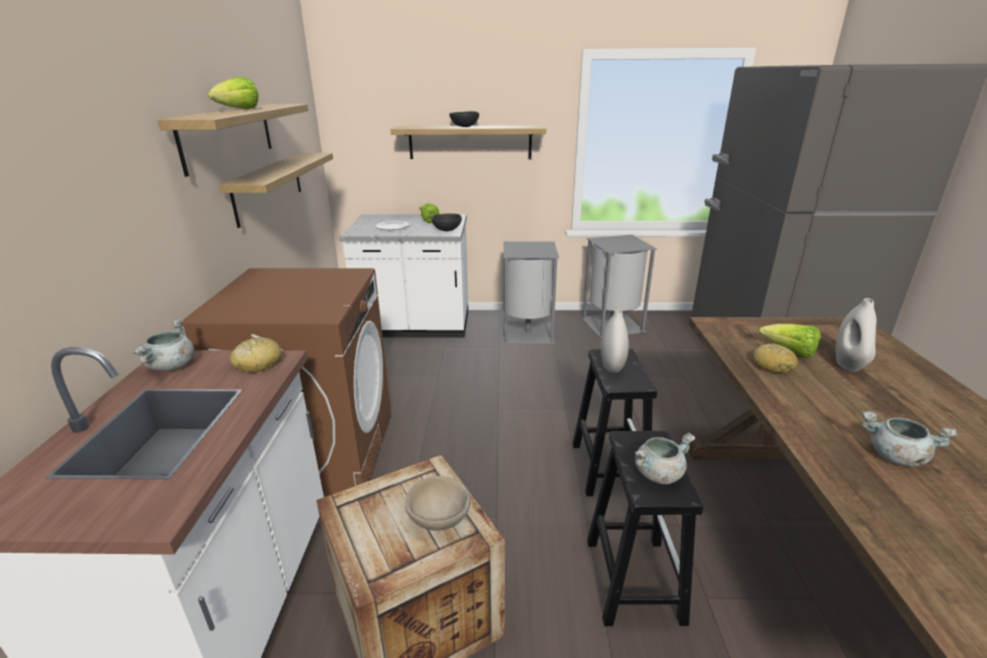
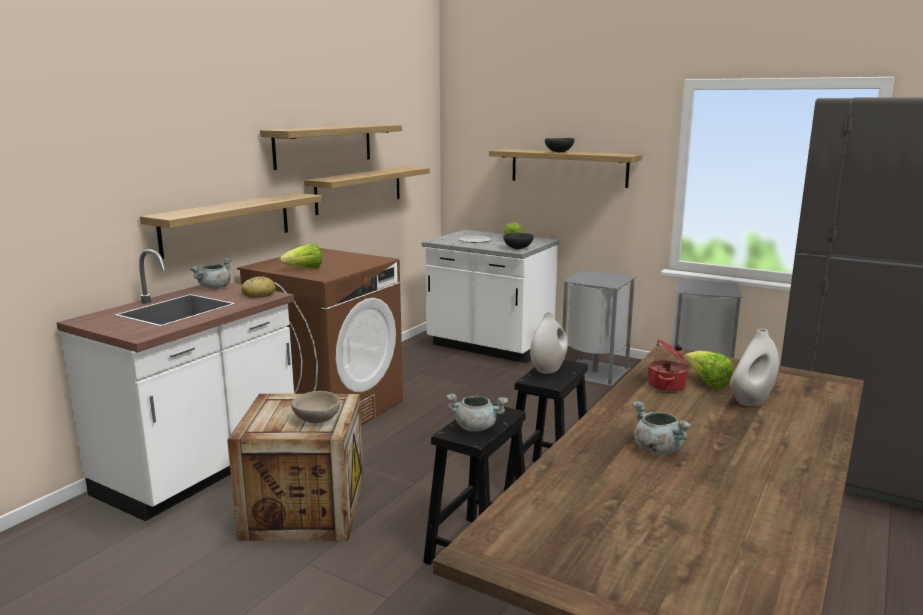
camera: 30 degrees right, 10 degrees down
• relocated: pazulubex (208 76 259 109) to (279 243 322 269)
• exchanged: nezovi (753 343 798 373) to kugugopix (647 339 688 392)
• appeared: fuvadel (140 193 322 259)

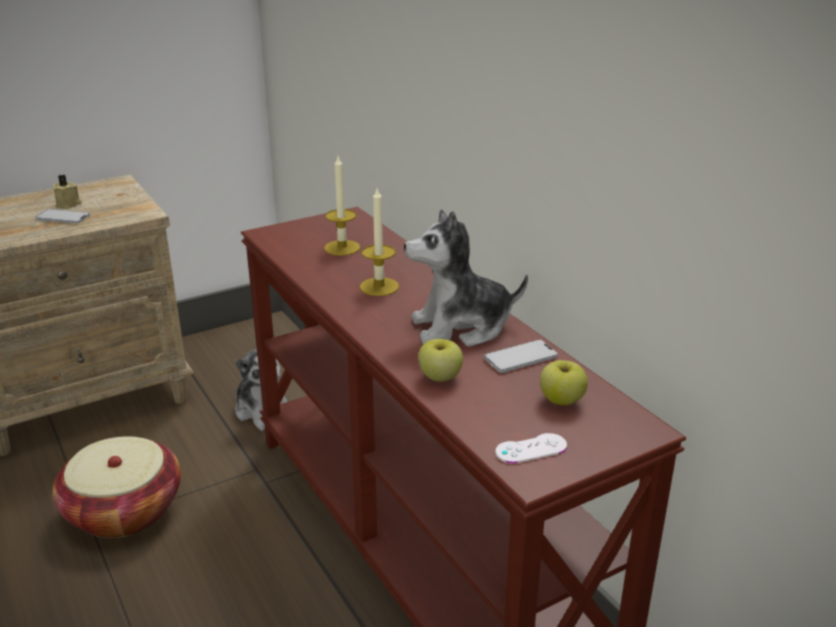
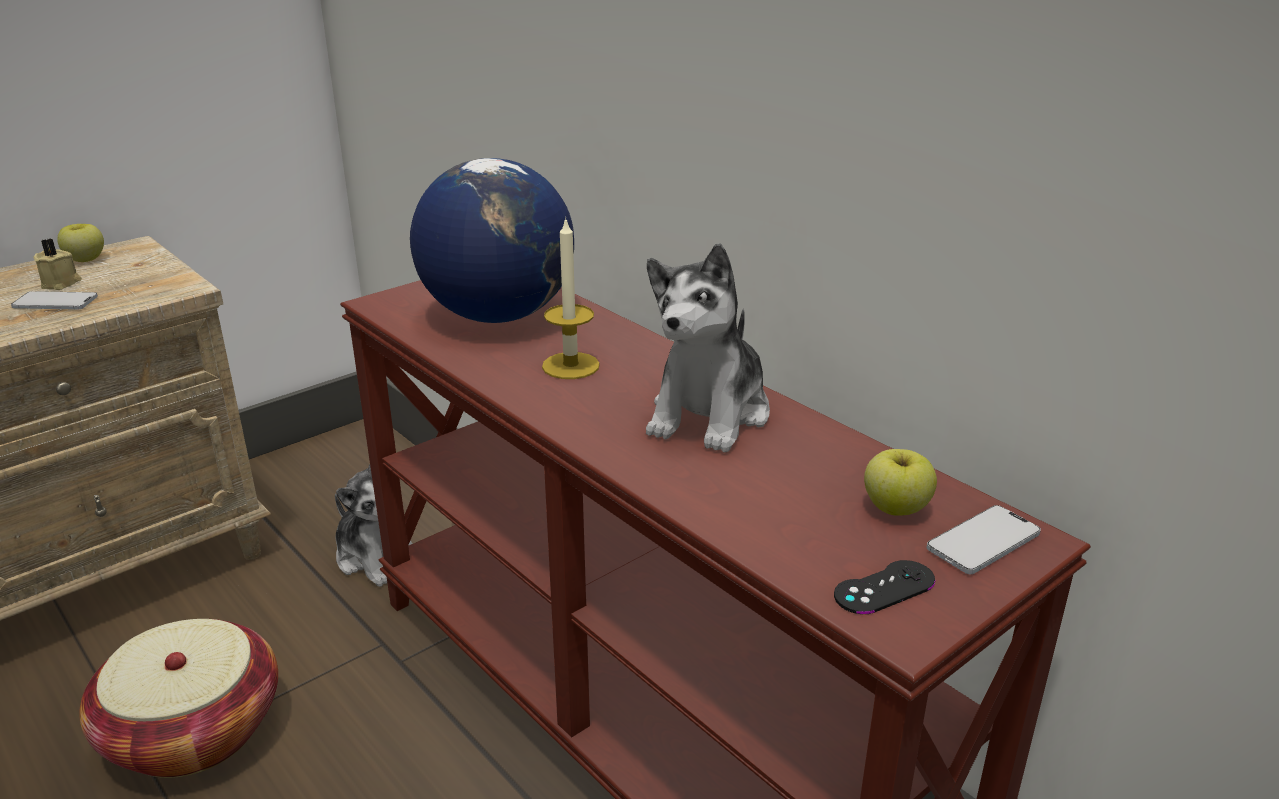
camera: 10 degrees left, 0 degrees up
• exchanged: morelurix (324 156 360 256) to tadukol (410 158 574 323)
• spun: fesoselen (404 209 528 347) = (646 243 770 453) 45 degrees counterclockwise
• relocated: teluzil (418 339 463 382) to (57 224 104 262)
• relocated: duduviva (484 340 558 373) to (926 505 1041 574)
• colour: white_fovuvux (496 433 567 464) to black_fovuvux (834 560 935 614)

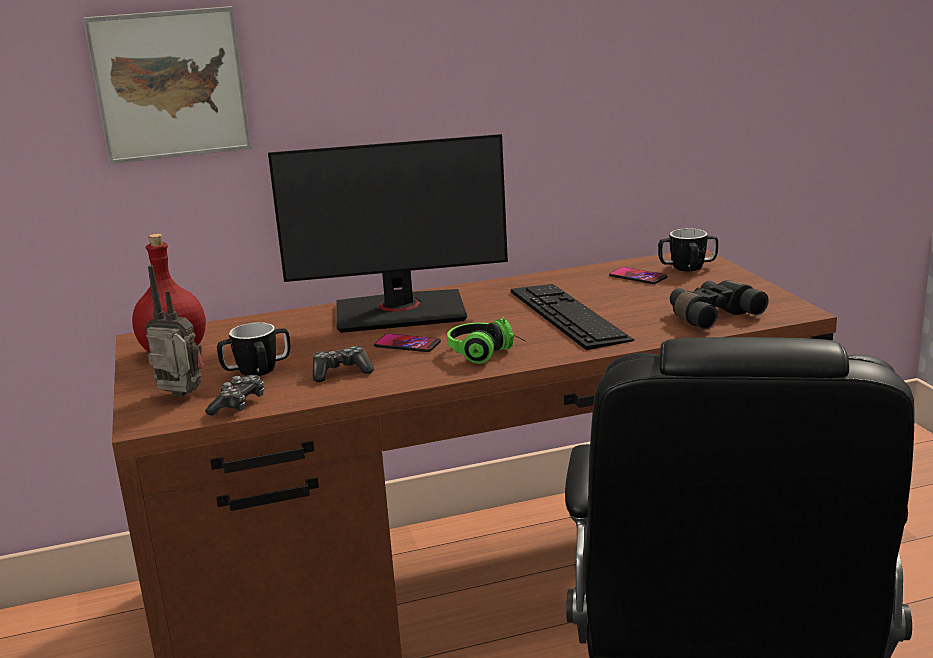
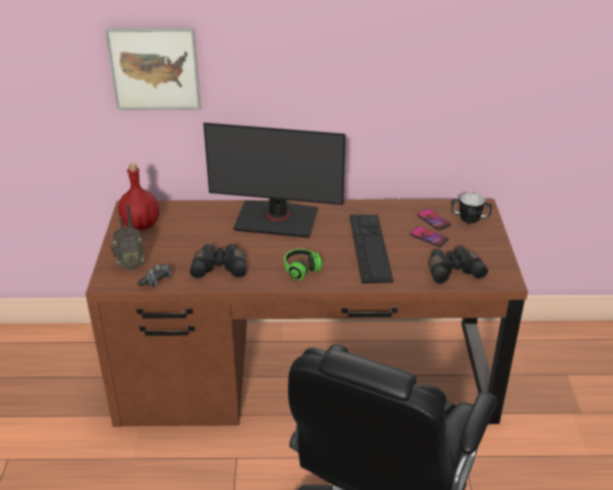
camera: 15 degrees right, 15 degrees up
• spun: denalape (145 265 204 397) = (110 204 145 270) 135 degrees clockwise
• missing: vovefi (217 322 291 376)
• relocated: duduviva (374 334 441 352) to (410 226 449 247)
• exchanged: fovuvux (313 346 374 382) to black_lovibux (190 244 247 278)

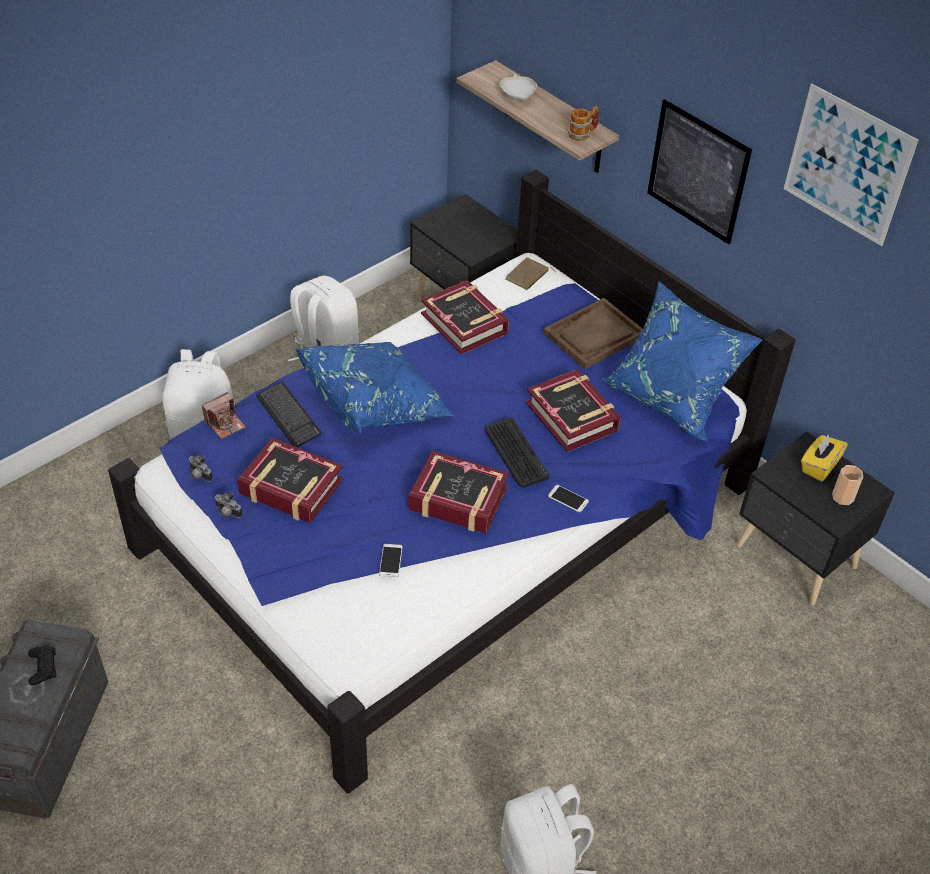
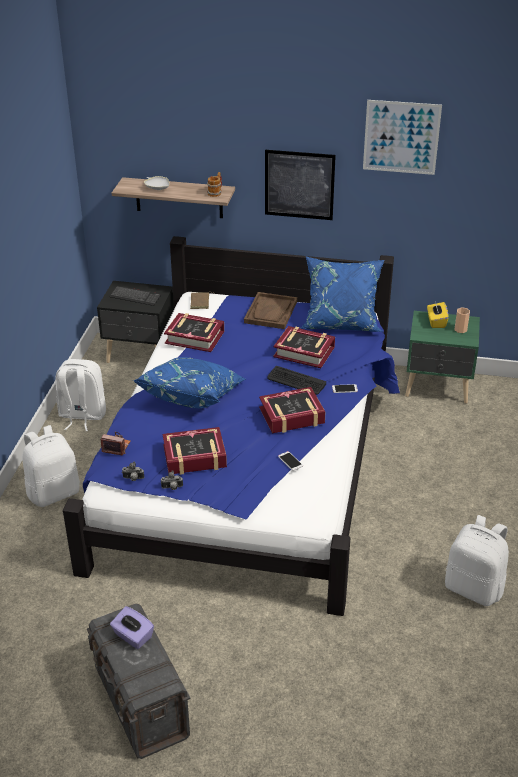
camera: 35 degrees left, 10 degrees down
• relocated: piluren (256 382 322 447) to (109 286 161 306)
• spun: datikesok (202 392 246 439) = (101 431 130 455) 90 degrees counterclockwise
• colour: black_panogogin (736 432 895 605) to green_panogogin (405 311 480 403)
• exchanged: black_fovuvux (28 645 56 685) to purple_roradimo (110 606 154 649)

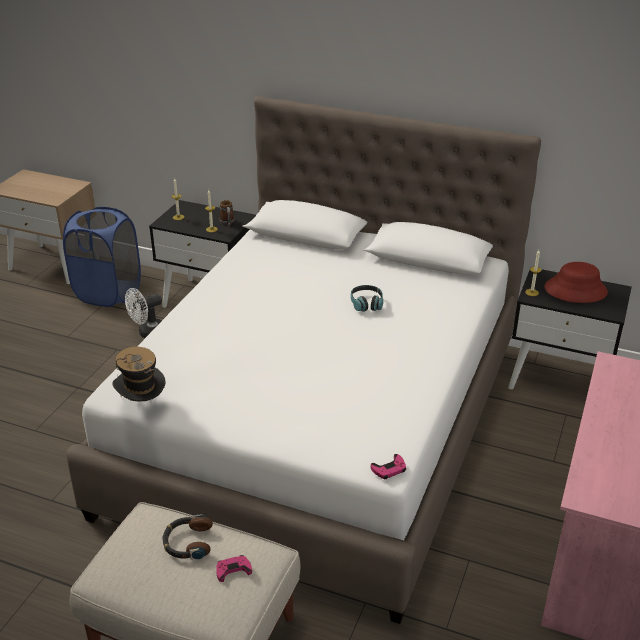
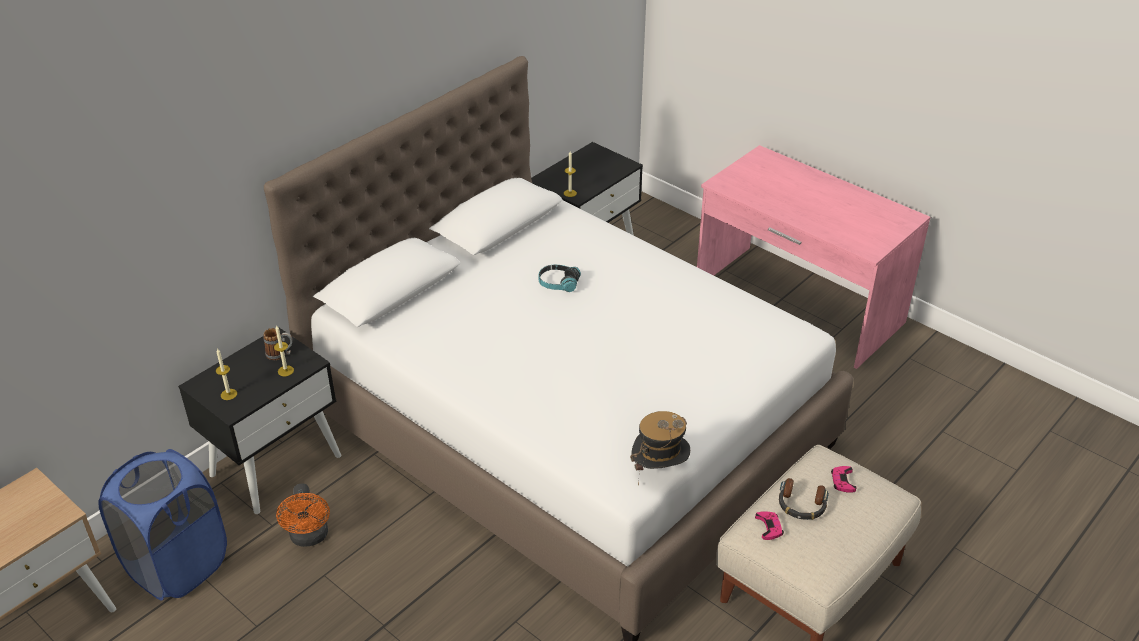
camera: 70 degrees left, 5 degrees up
• missing: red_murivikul (545 262 608 303)
• colour: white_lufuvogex (125 288 162 338) to orange_lufuvogex (276 483 330 547)
• relocated: pink_fovuvux (371 454 406 479) to (755 511 784 540)

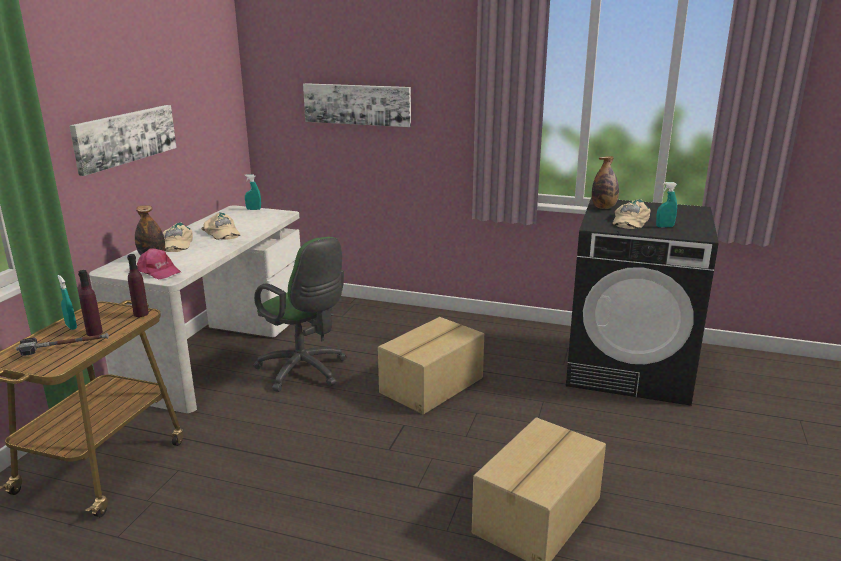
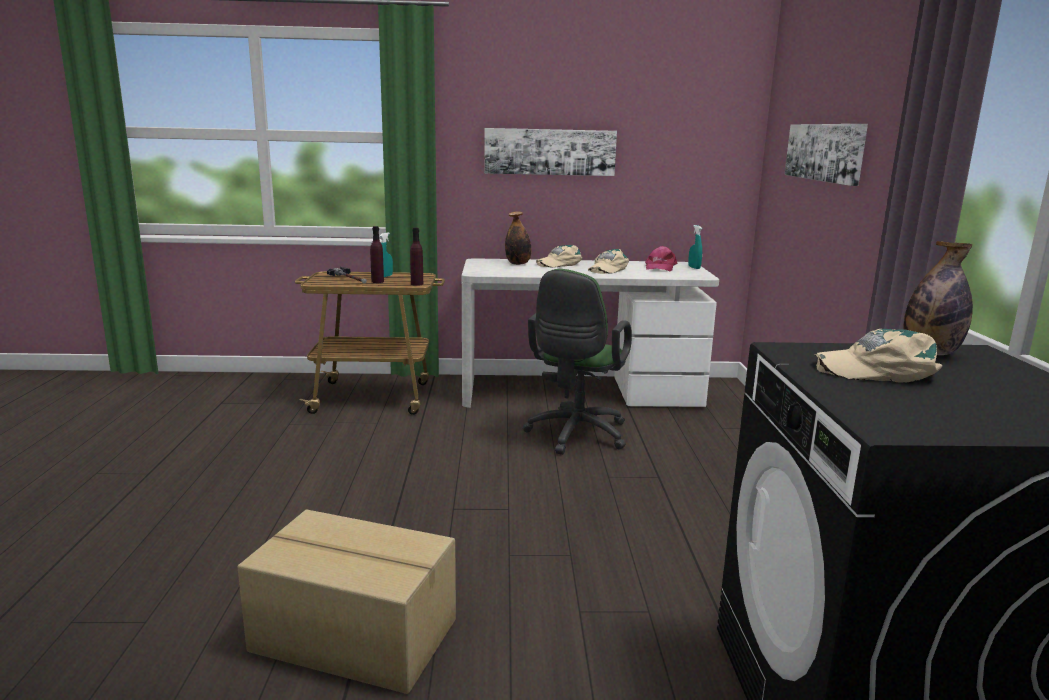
camera: 70 degrees right, 5 degrees down
• missing: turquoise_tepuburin (656 182 677 228)
• relocated: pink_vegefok (137 248 181 279) to (645 246 677 271)
• missing: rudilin (378 317 484 414)

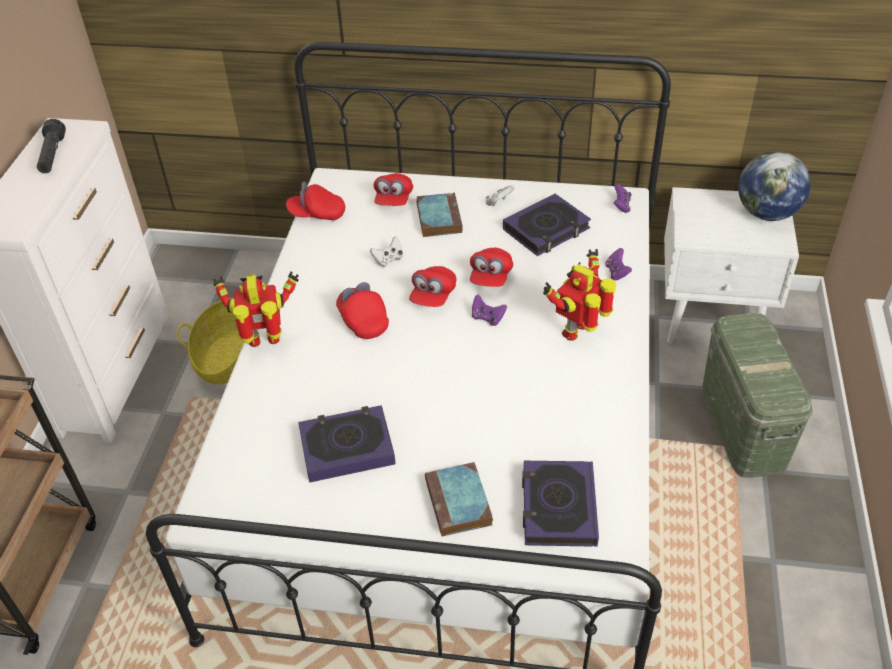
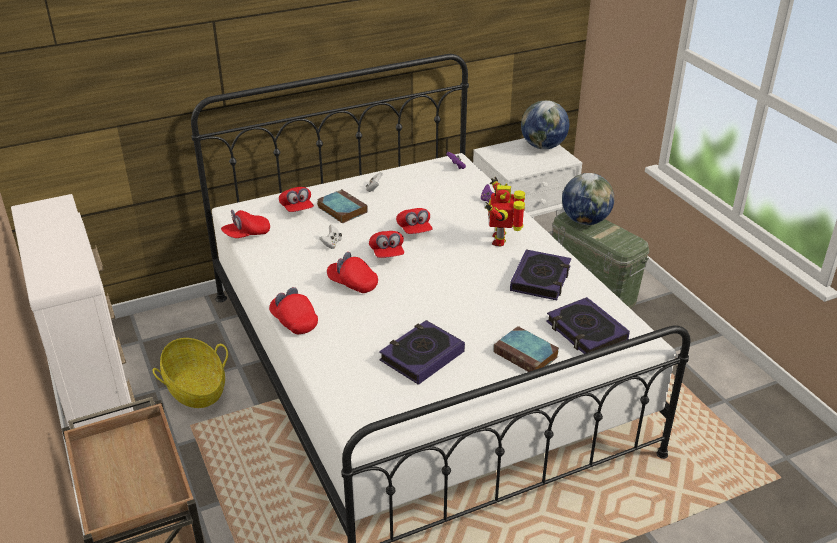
camera: 35 degrees left, 10 degrees down
• missing: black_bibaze (37 119 66 173)
• relocated: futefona (503 194 591 256) to (510 249 571 300)
• exchanged: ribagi (213 272 299 347) to red_vegefok (269 287 318 334)
• missing: purple_fovuvux (472 294 507 326)
• appeared: tadukol (562 173 614 225)

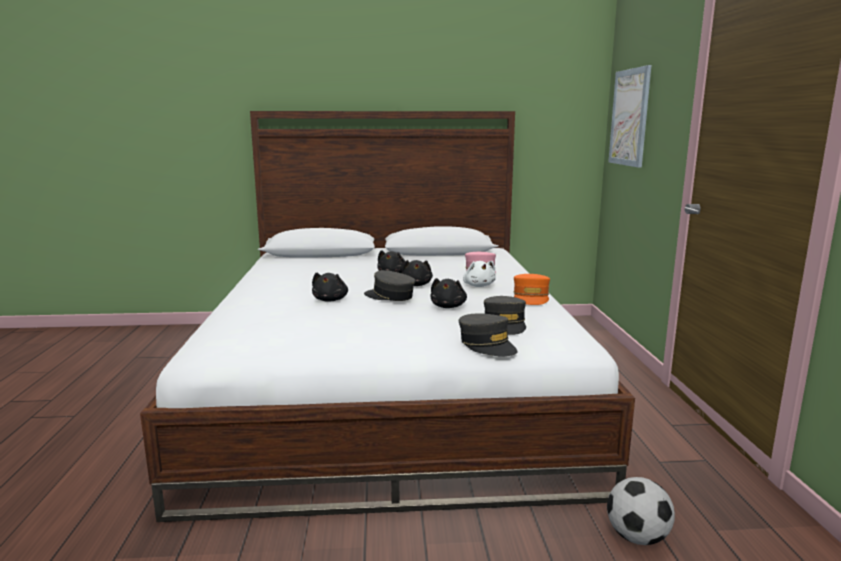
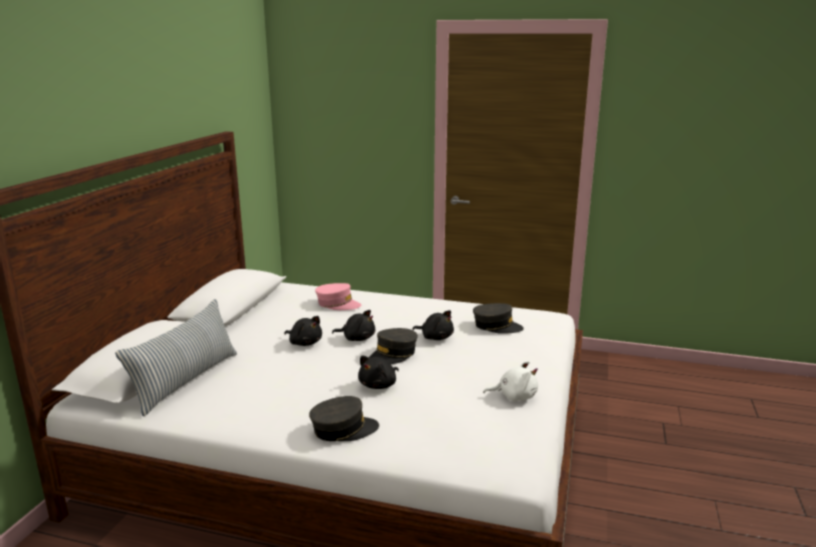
camera: 70 degrees left, 5 degrees up
• missing: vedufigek (608 65 651 168)
• relocated: white_fesoselen (463 261 496 287) to (483 361 538 401)
• spun: black_fesoselen (312 272 348 302) = (358 355 399 389) 105 degrees clockwise
• missing: orange_vegefok (514 274 550 305)
• relocated: grey_vegefok (459 314 518 357) to (309 396 379 441)
• missing: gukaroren (607 477 675 545)
• appeared: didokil (115 299 237 416)

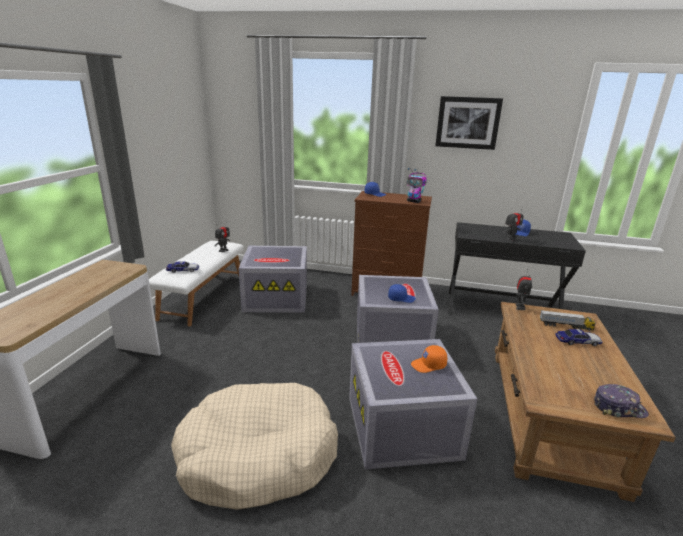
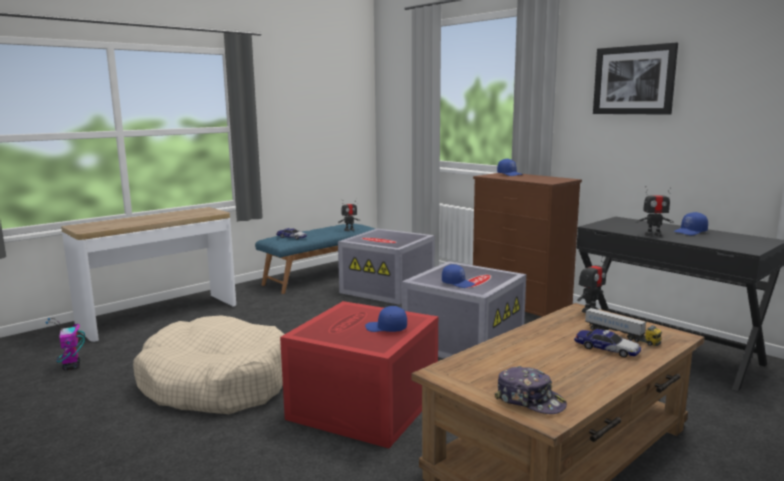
camera: 35 degrees right, 10 degrees down
• relocated: ribagi (407 168 427 203) to (46 318 85 370)
• colour: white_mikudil (149 241 244 327) to blue_mikudil (255 224 375 294)
• colour: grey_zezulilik (349 339 477 470) to red_zezulilik (280 301 438 448)
• colour: orange_vegefok (411 345 447 373) to blue_vegefok (365 306 407 332)

